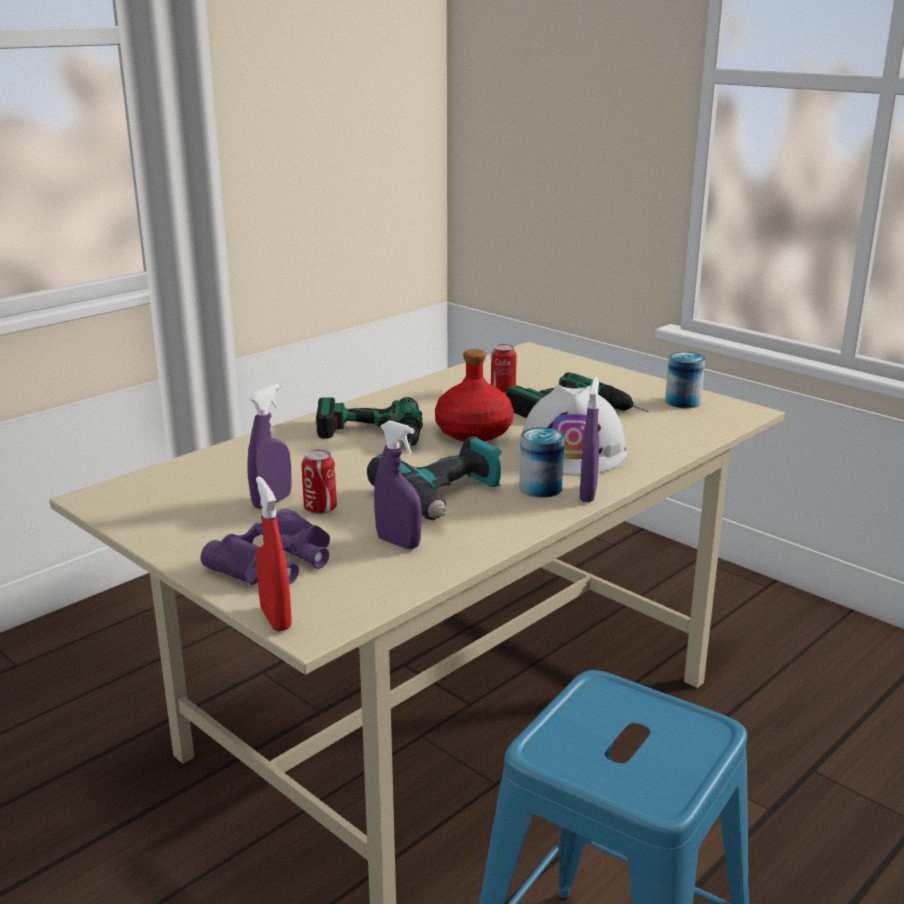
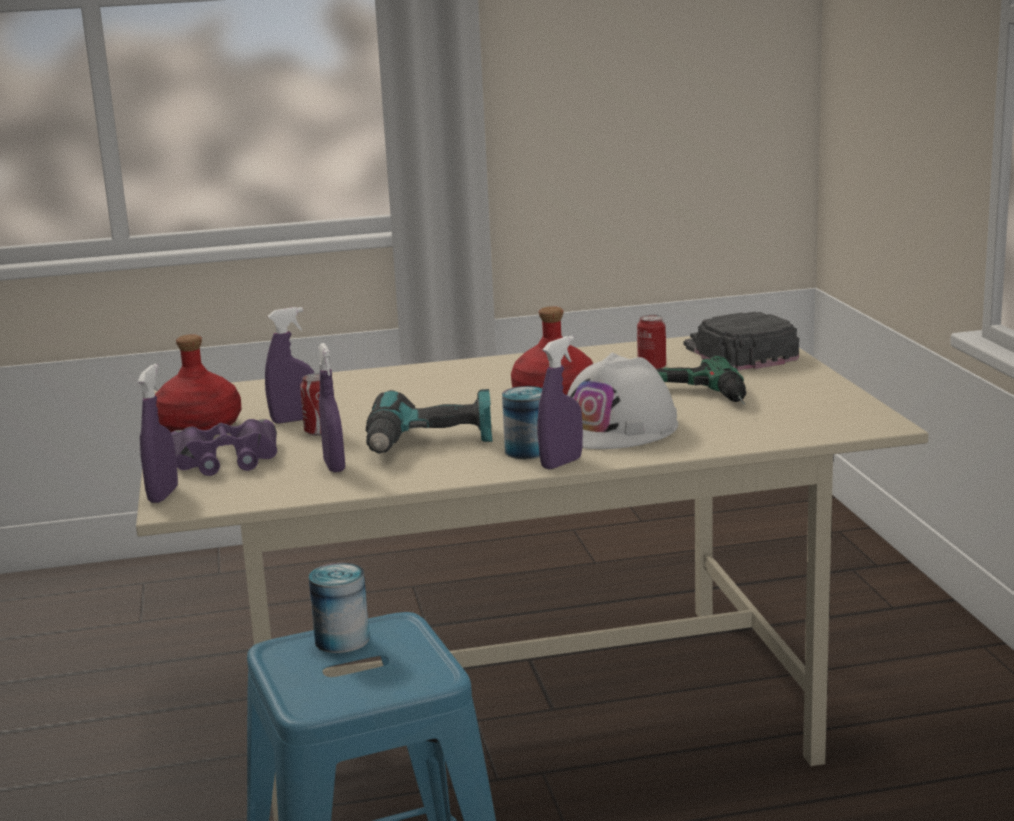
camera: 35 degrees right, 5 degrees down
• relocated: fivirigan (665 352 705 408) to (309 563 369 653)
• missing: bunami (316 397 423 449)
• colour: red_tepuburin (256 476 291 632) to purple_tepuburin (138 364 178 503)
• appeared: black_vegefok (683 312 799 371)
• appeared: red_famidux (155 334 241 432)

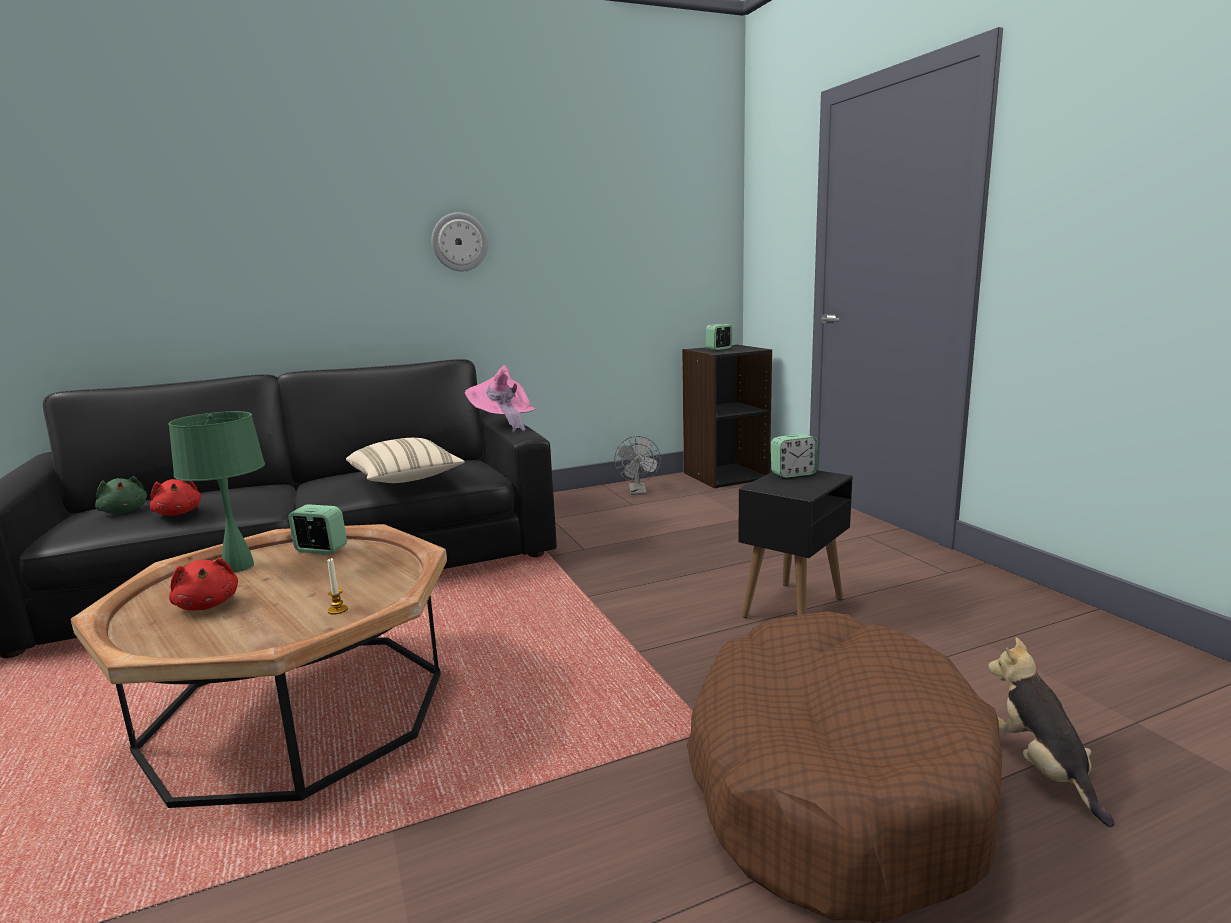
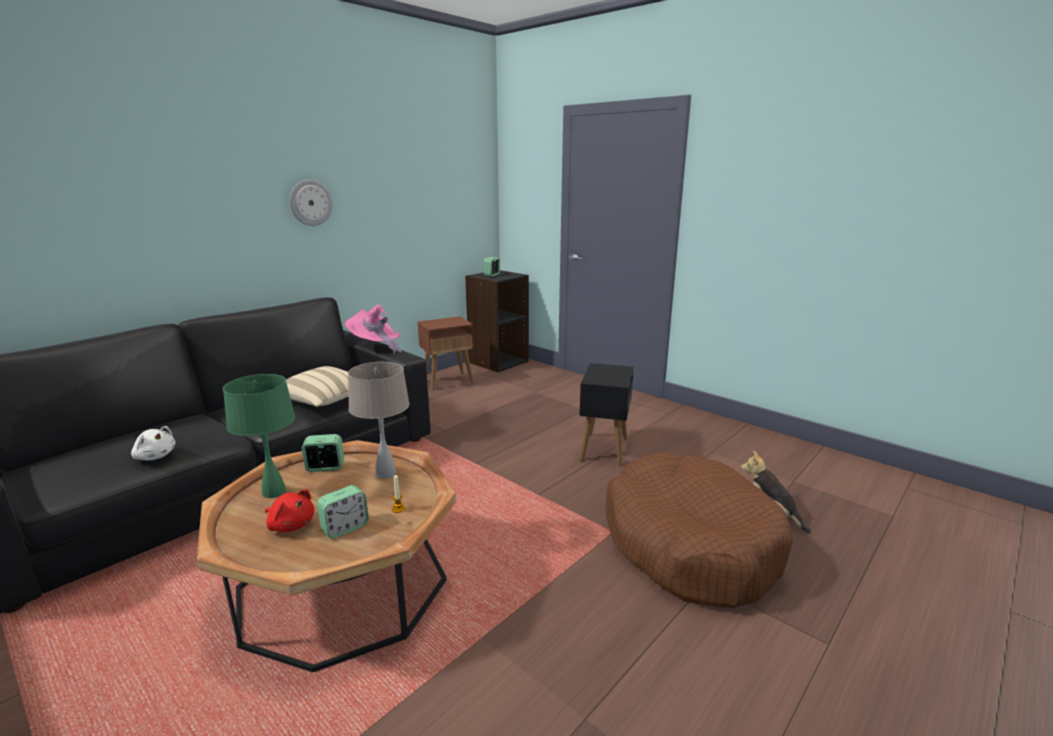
camera: 25 degrees left, 5 degrees up
• relocated: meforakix (771 434 818 478) to (317 485 369 539)
• exchanged: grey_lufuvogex (614 436 661 495) to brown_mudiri (418 316 474 390)
• missing: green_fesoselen (95 476 147 514)
• colour: red_fesoselen (150 479 201 516) to white_fesoselen (131 426 176 460)
• appeared: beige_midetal (348 362 410 479)

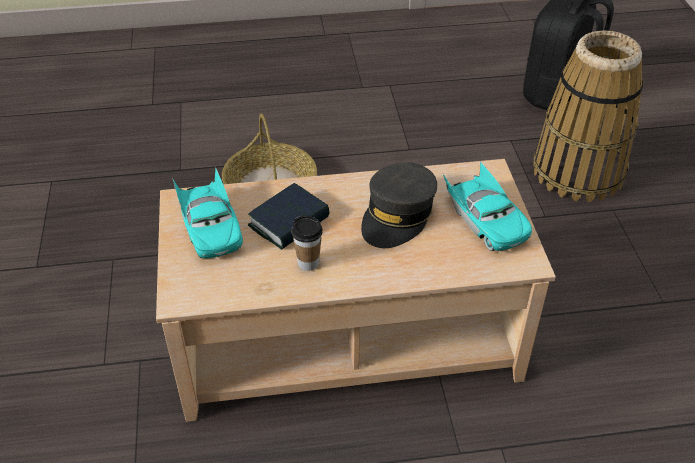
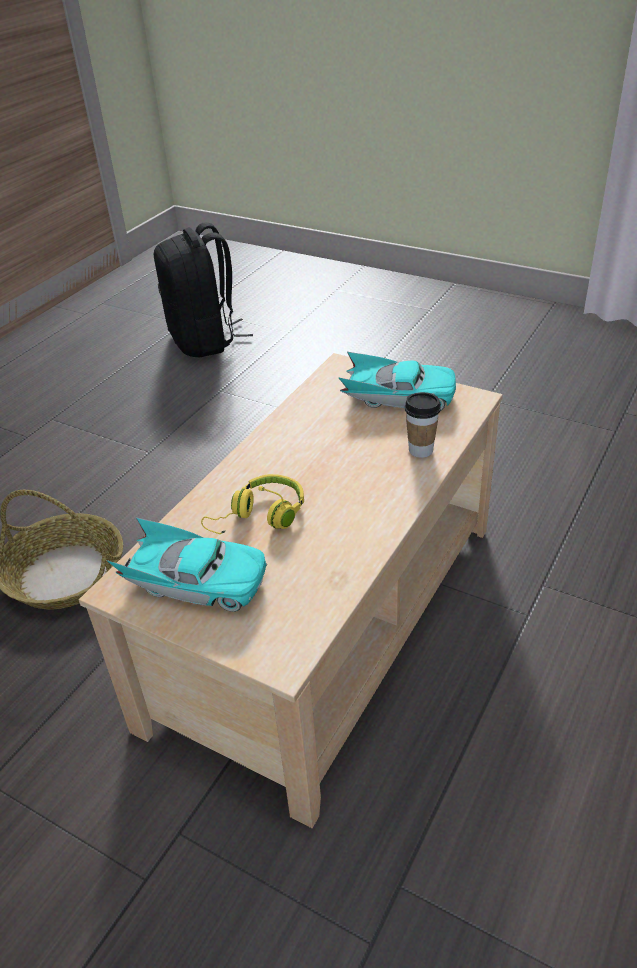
camera: 50 degrees left, 5 degrees down
• missing: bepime (533 30 643 202)
• missing: grey_vegefok (361 162 437 248)
• exchanged: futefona (248 183 329 250) to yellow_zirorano (201 474 304 534)
• relocated: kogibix (291 215 323 271) to (405 392 441 458)

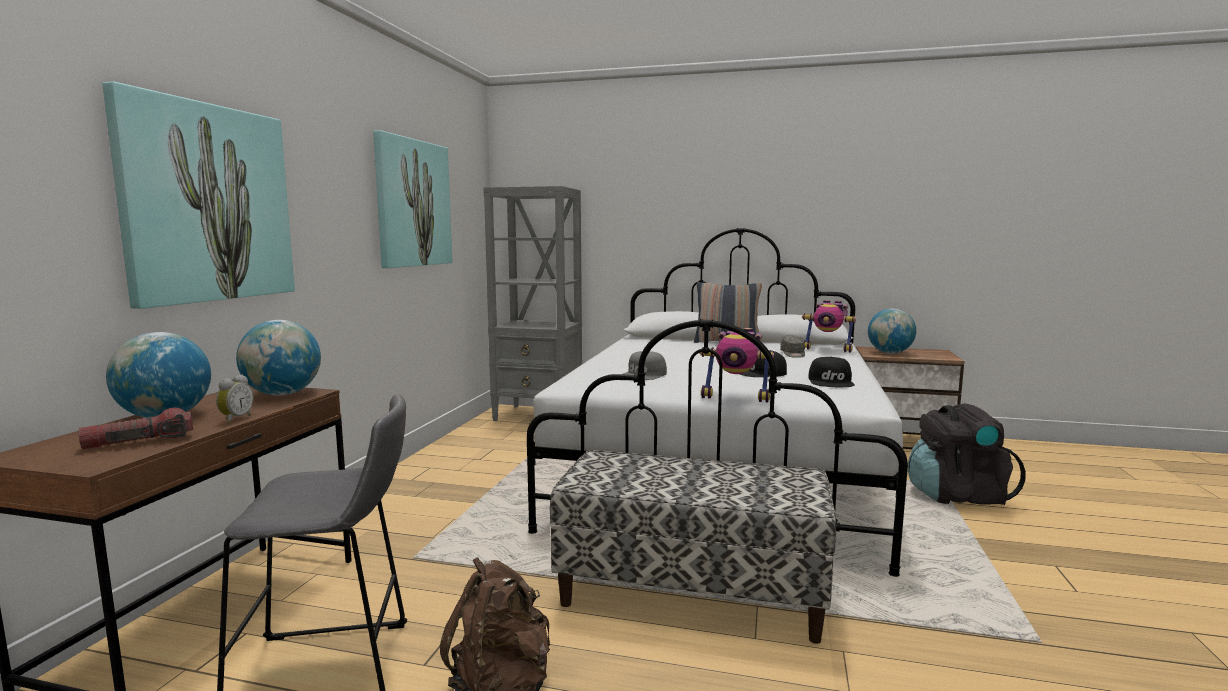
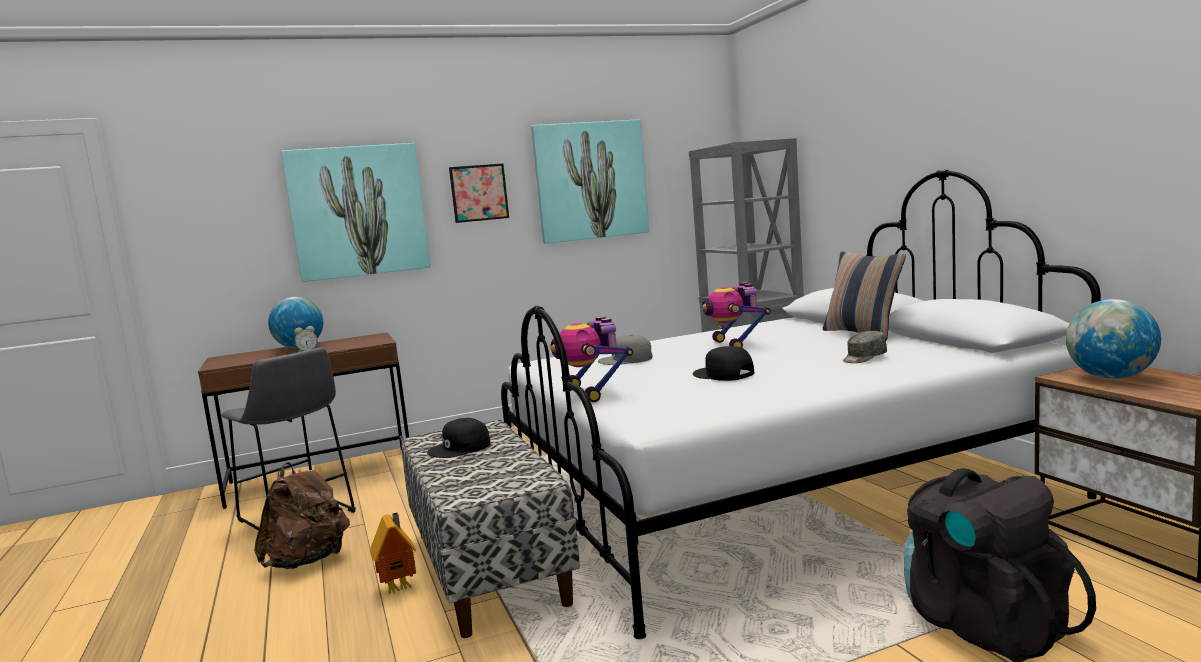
camera: 55 degrees right, 0 degrees up
• relocated: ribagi (802 300 856 353) to (702 282 771 348)
• missing: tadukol (236 320 321 395)
• relocated: black_vegefok (809 357 855 387) to (427 418 491 458)
• missing: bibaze (78 408 193 449)
• appeared: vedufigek (449 164 509 223)
• appeared: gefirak (370 512 416 593)

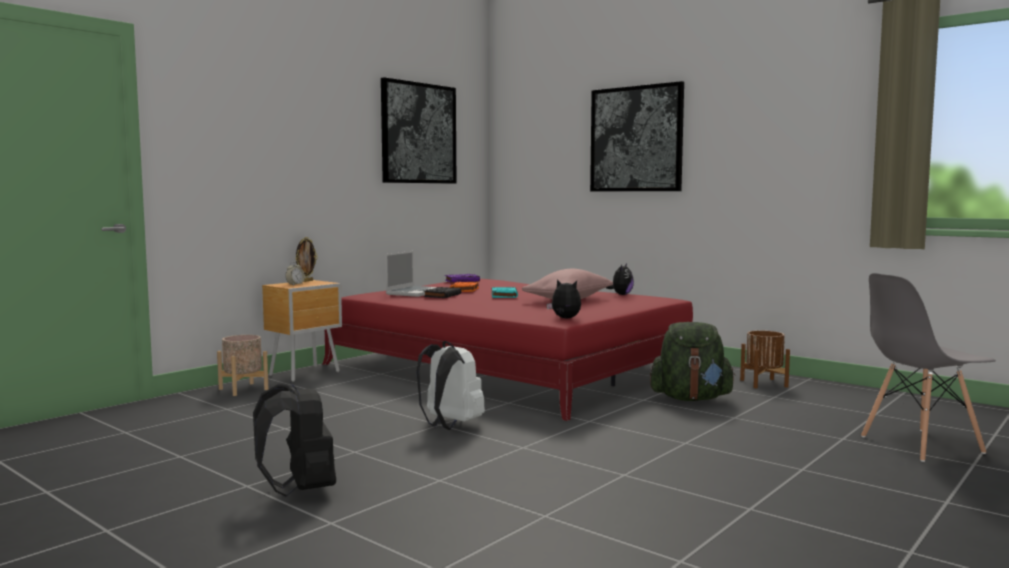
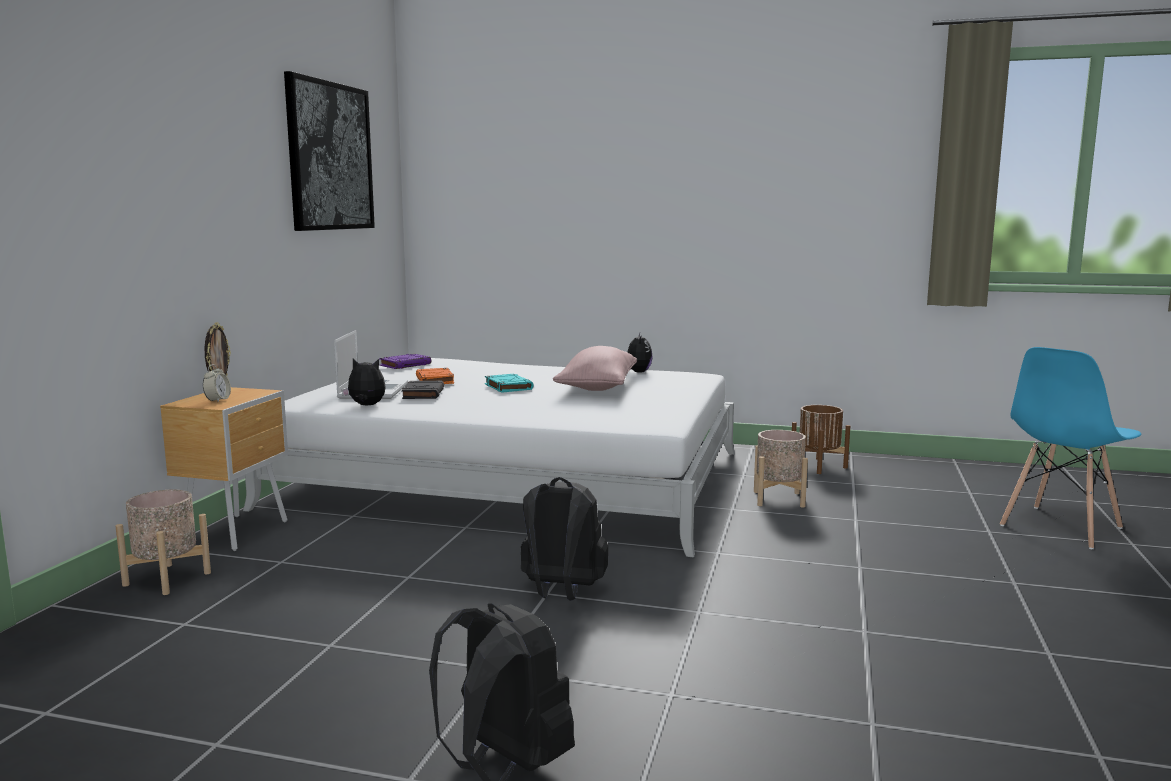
camera: 25 degrees left, 5 degrees up
• missing: vedufigek (590 81 684 191)
• colour: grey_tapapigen (861 273 996 462) to blue_tapapigen (1000 347 1142 549)
• colour: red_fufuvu (322 279 693 421) to white_fufuvu (243 358 735 558)
• relocated: fesoselen (546 279 581 319) to (342 359 386 405)
• exchanged: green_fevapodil (650 322 736 401) to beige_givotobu (754 430 808 508)
• colour: white_fevapodil (416 341 485 430) to black_fevapodil (521 477 608 601)

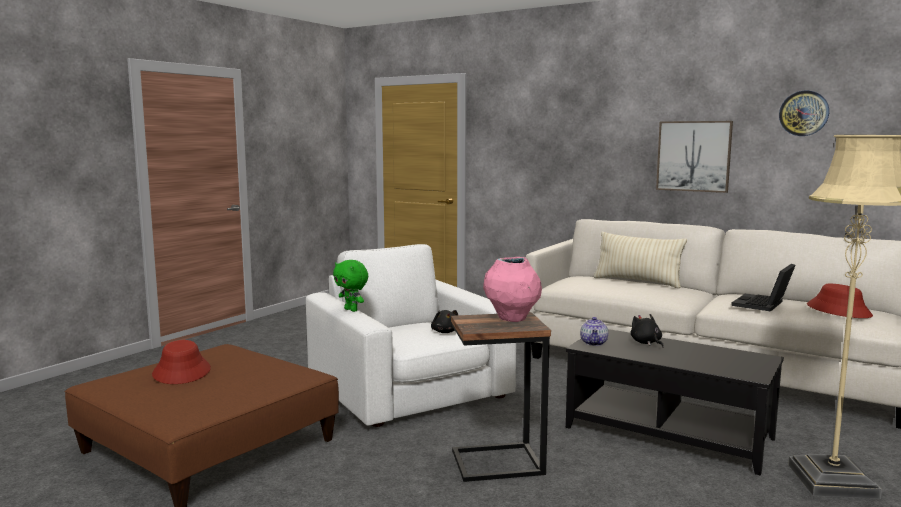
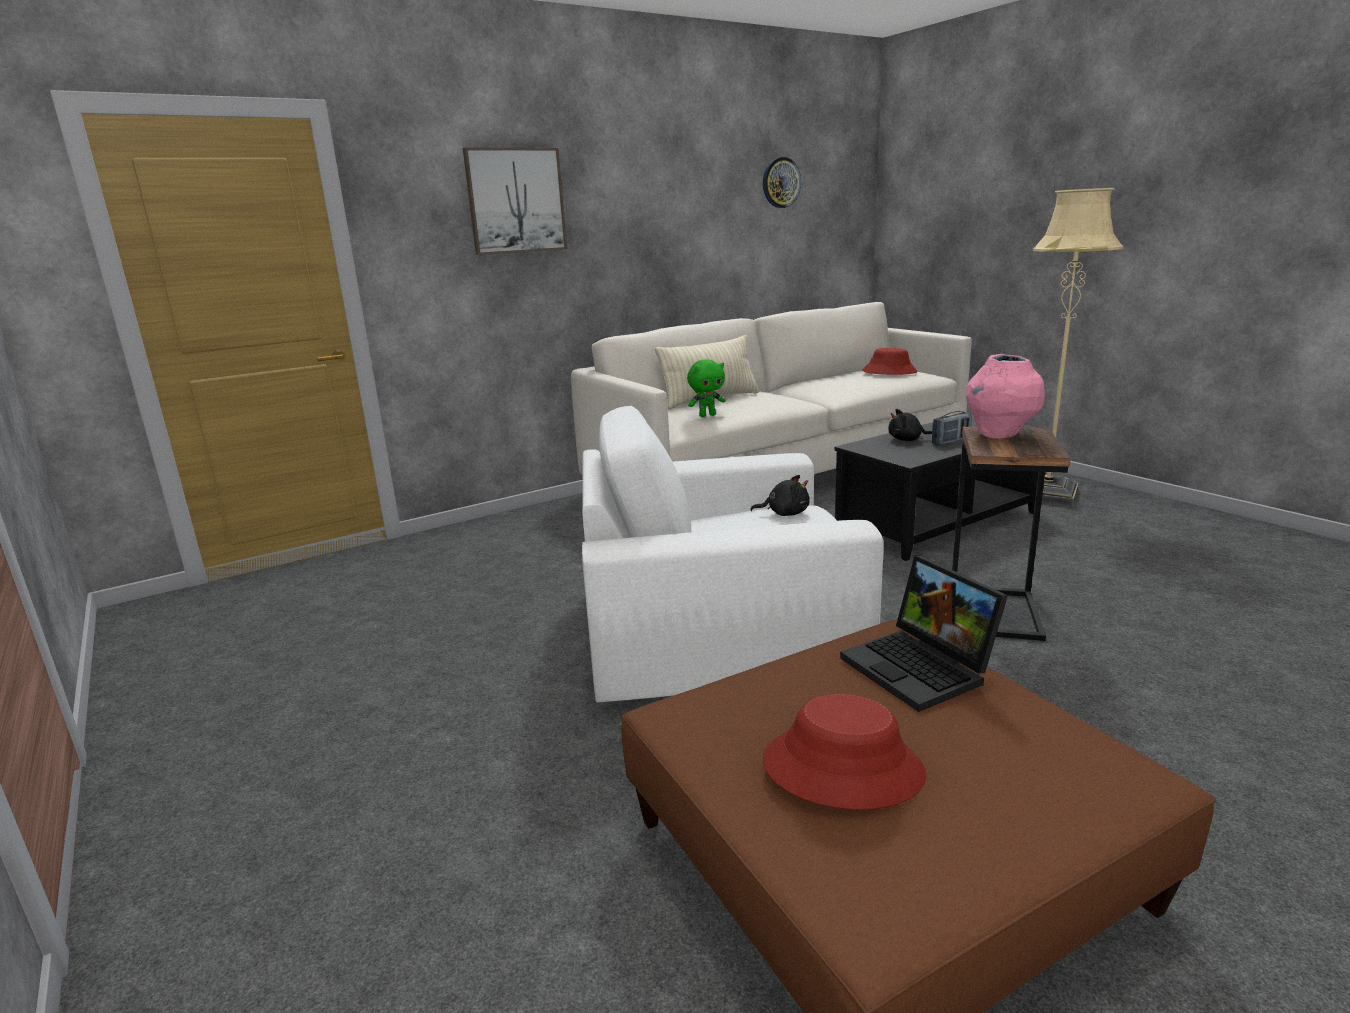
camera: 65 degrees left, 10 degrees up
• relocated: vedufigek (656 121 733 193) to (463 147 567 255)
• relocated: green_fesoselen (333 260 368 312) to (687 359 725 417)
• relocated: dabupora (731 264 796 312) to (840 556 1008 712)
• missing: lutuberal (580 317 608 346)
• appeared: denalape (932 411 972 445)

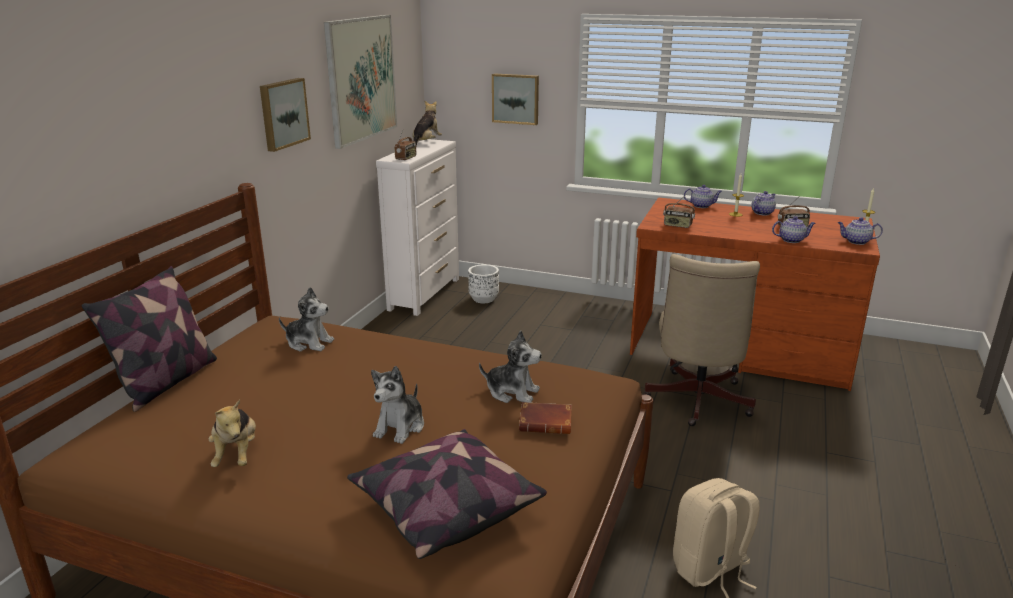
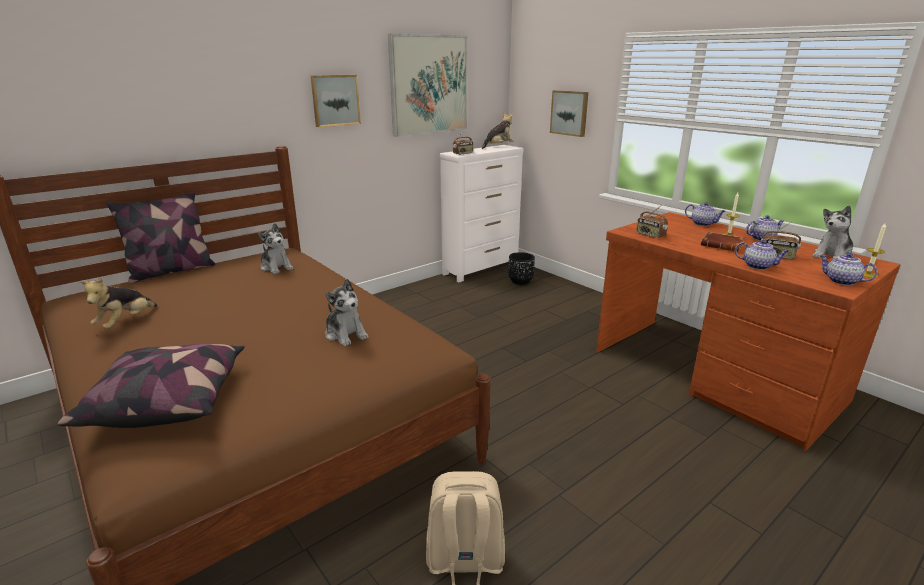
camera: 30 degrees right, 0 degrees up
• missing: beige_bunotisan (643 254 760 426)
• colour: white_givotobu (468 264 499 303) to black_givotobu (508 252 535 285)
• relocated: fesoselen (371 366 424 444) to (812 206 853 261)
• relocated: brown_futefona (519 402 572 434) to (701 232 745 252)

